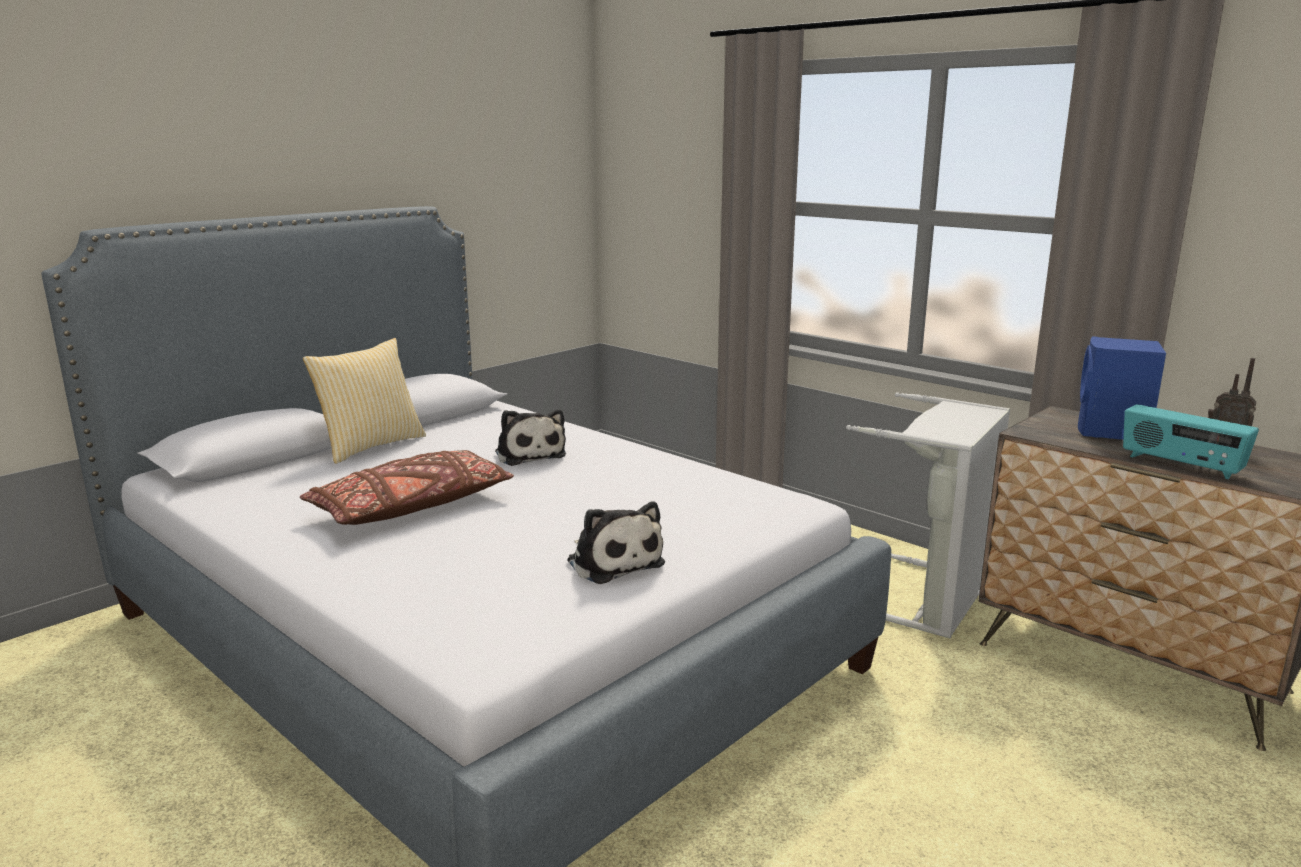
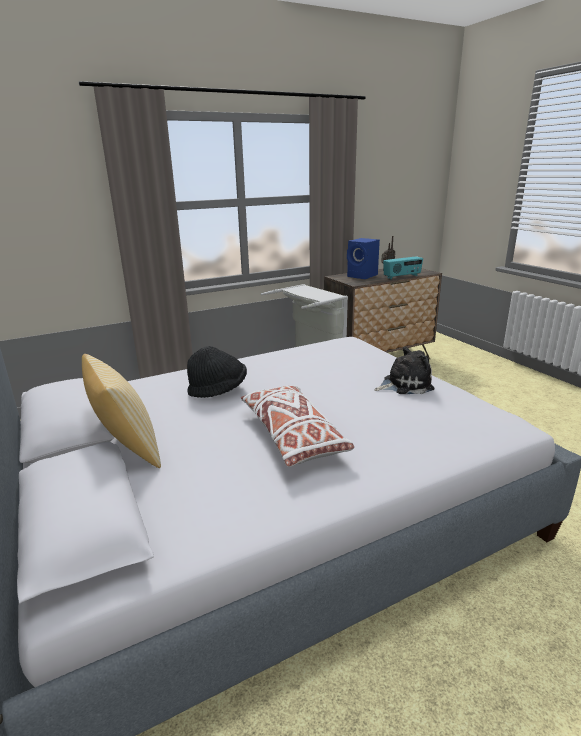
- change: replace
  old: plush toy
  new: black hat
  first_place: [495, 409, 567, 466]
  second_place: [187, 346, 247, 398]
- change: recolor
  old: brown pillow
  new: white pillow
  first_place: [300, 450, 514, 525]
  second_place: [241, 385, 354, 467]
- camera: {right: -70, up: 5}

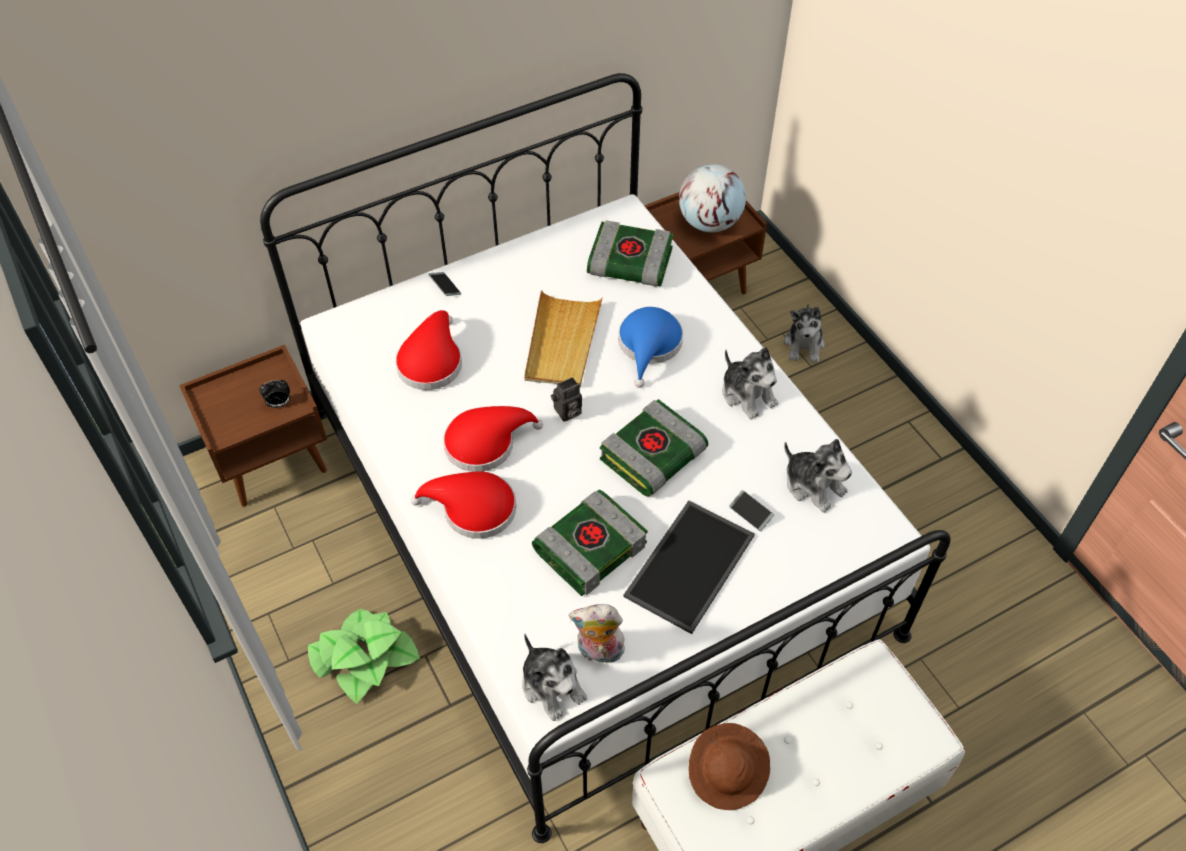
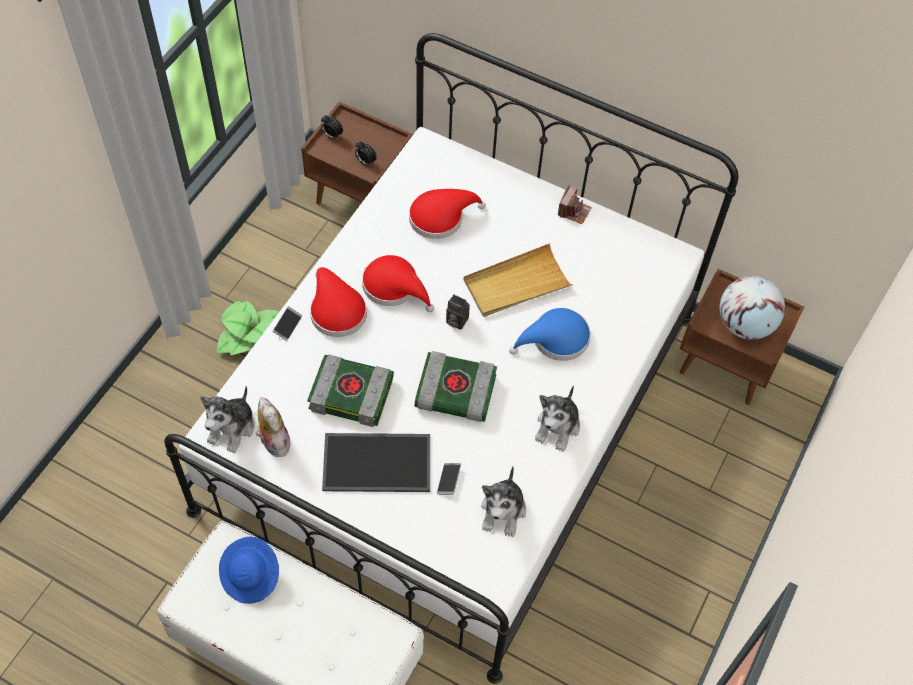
- change: recolor
  old: brown hat
  new: blue hat
  first_place: [689, 723, 770, 810]
  second_place: [219, 537, 279, 604]
- change: move
  old: phone
  first_place: [428, 272, 461, 296]
  second_place: [273, 306, 302, 341]
- change: insert
  new: alarm clock
  second_place: [321, 115, 343, 140]
- change: insert
  new: photo camera
  second_place: [558, 185, 592, 224]
- change: delete
  old: book
  first_place: [587, 220, 674, 287]
- change: delete
  old: plush toy
  first_place: [784, 304, 825, 363]
- camera: {right: 55, up: 5}

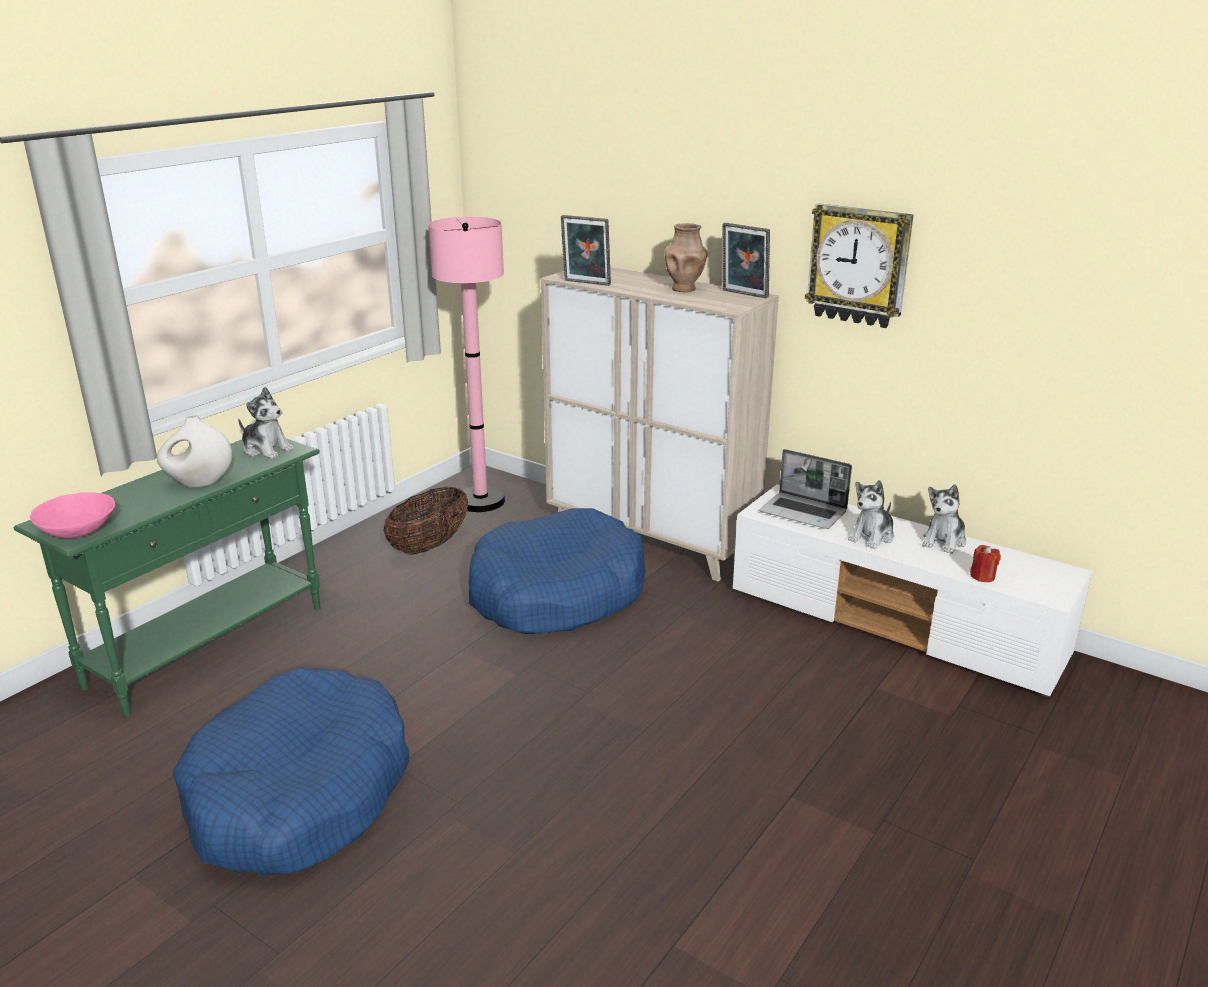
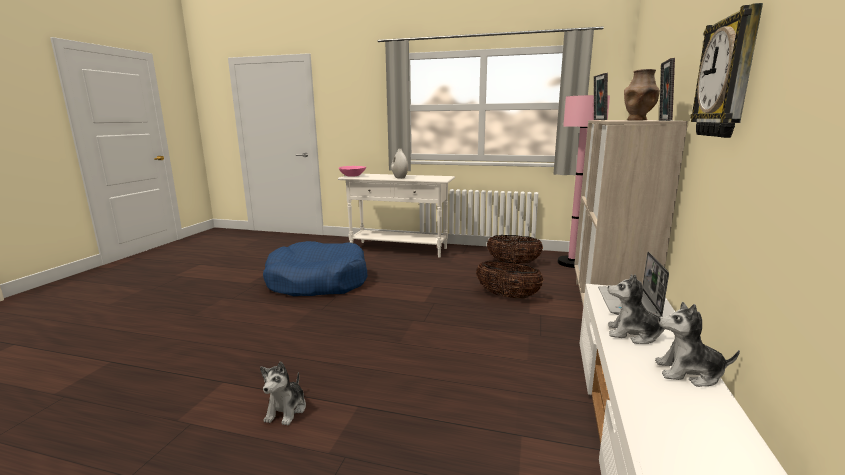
- change: move
  old: plush toy
  first_place: [238, 387, 294, 459]
  second_place: [260, 362, 306, 426]
- change: recolor
  old: green console table
  new: white console table
  first_place: [14, 438, 321, 717]
  second_place: [338, 174, 455, 258]
- change: replace
  old: blue dog bed
  new: basket
  first_place: [469, 508, 646, 634]
  second_place: [476, 261, 544, 298]
- change: delete
  old: red candle
  first_place: [970, 545, 1001, 582]
- camera: {right: 70, up: -10}

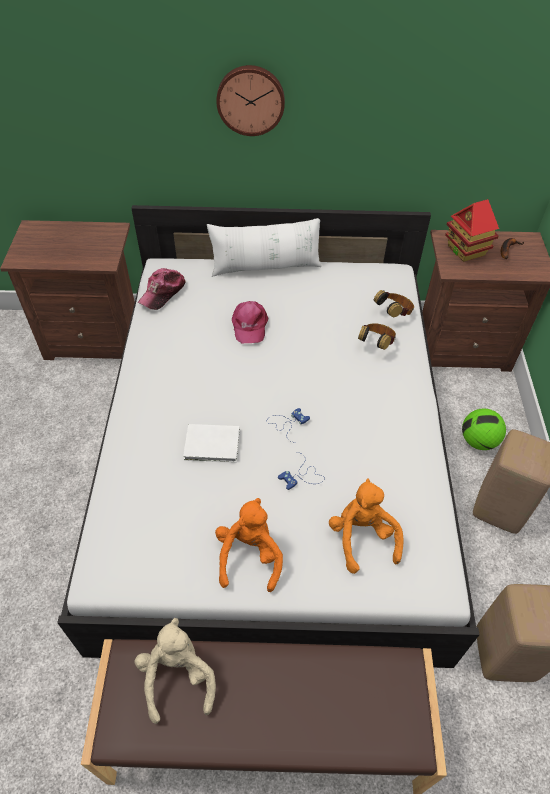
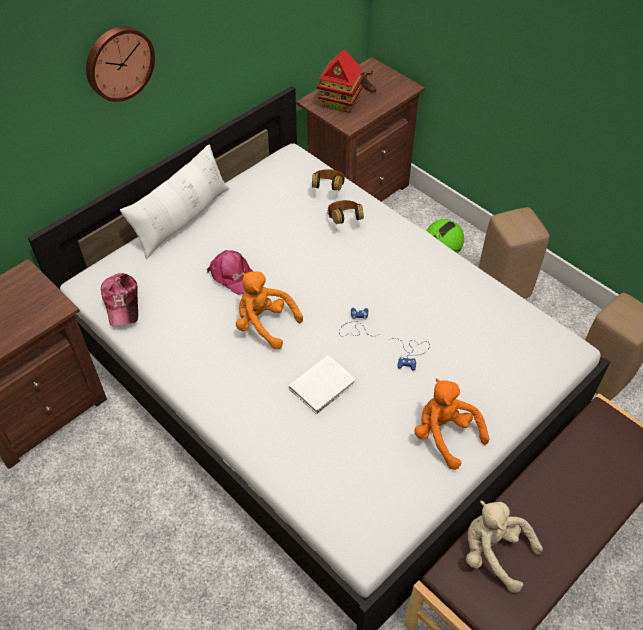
- change: move
  old: orange plush toy
  first_place: [329, 478, 404, 574]
  second_place: [236, 271, 303, 350]
- camera: {right: -45, up: 0}

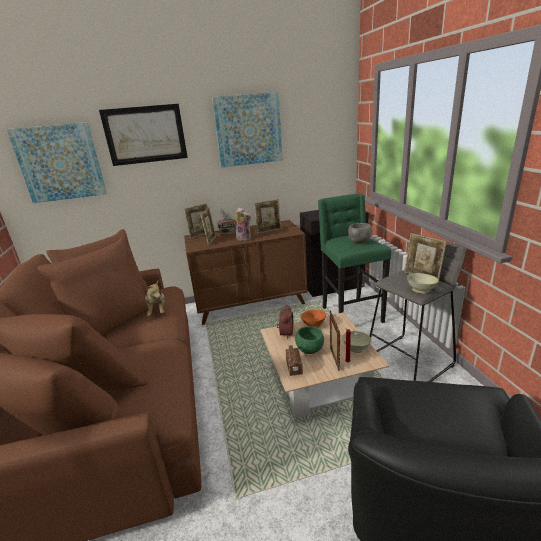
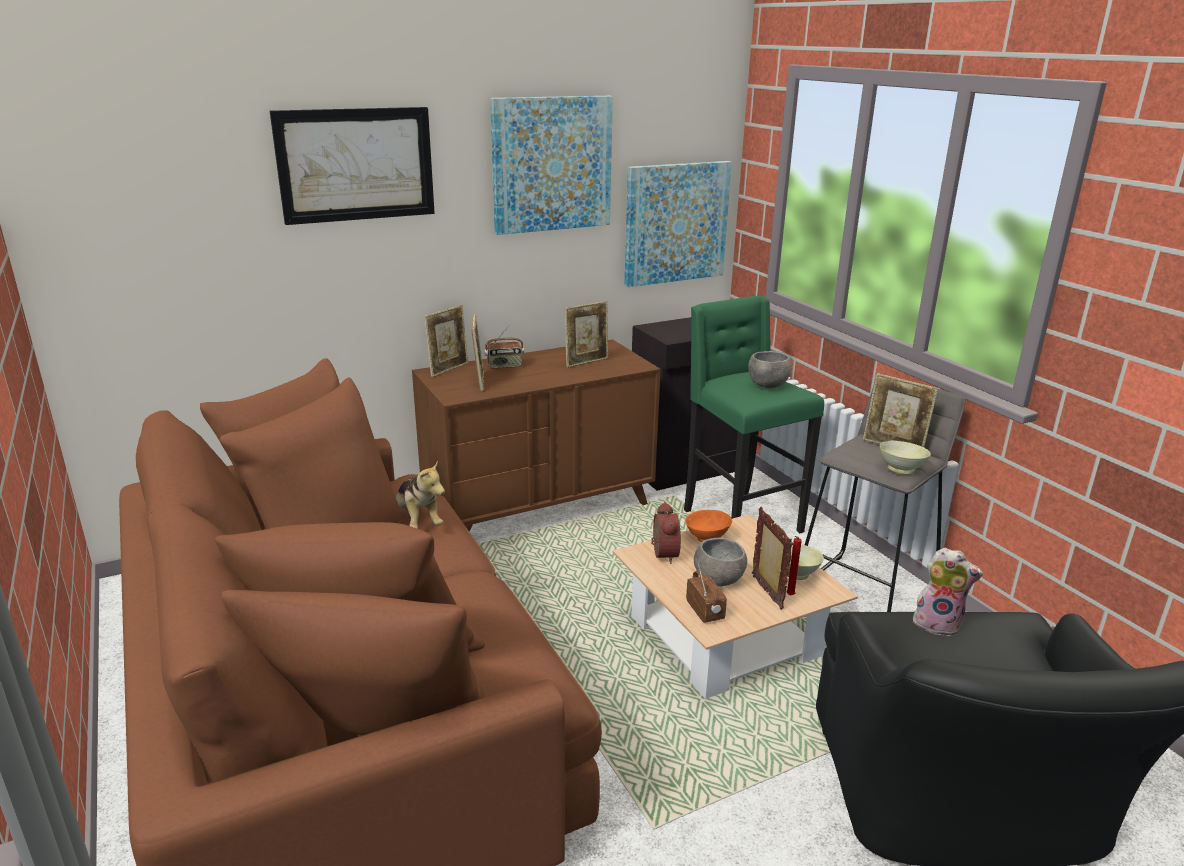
- change: move
  old: picture
  first_place: [6, 122, 107, 203]
  second_place: [624, 161, 732, 287]
- change: recolor
  old: green bowl
  new: grey bowl
  first_place: [295, 326, 324, 354]
  second_place: [694, 538, 747, 586]
- change: move
  old: plush toy
  first_place: [236, 207, 251, 241]
  second_place: [913, 547, 983, 636]
- camera: {right: -15, up: 0}

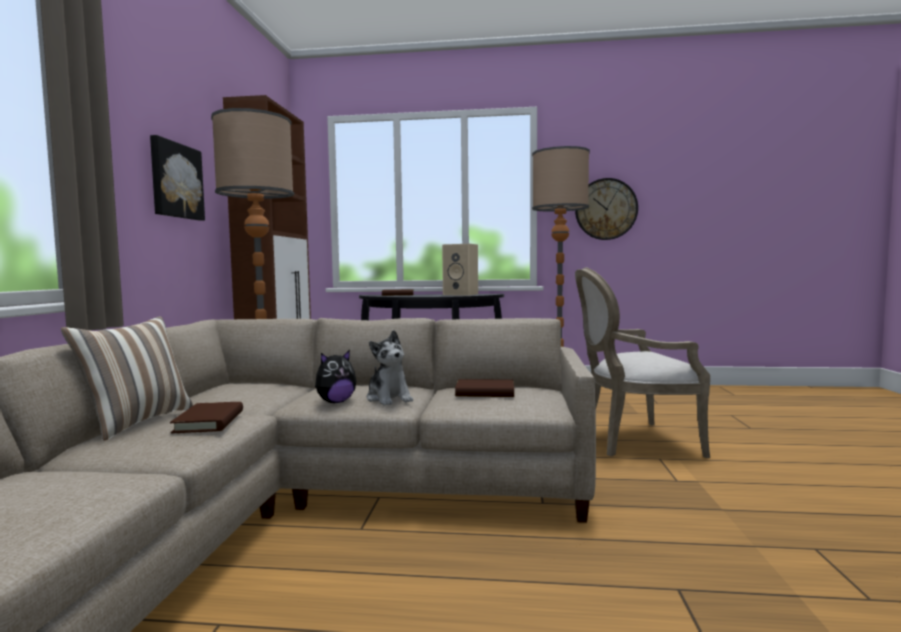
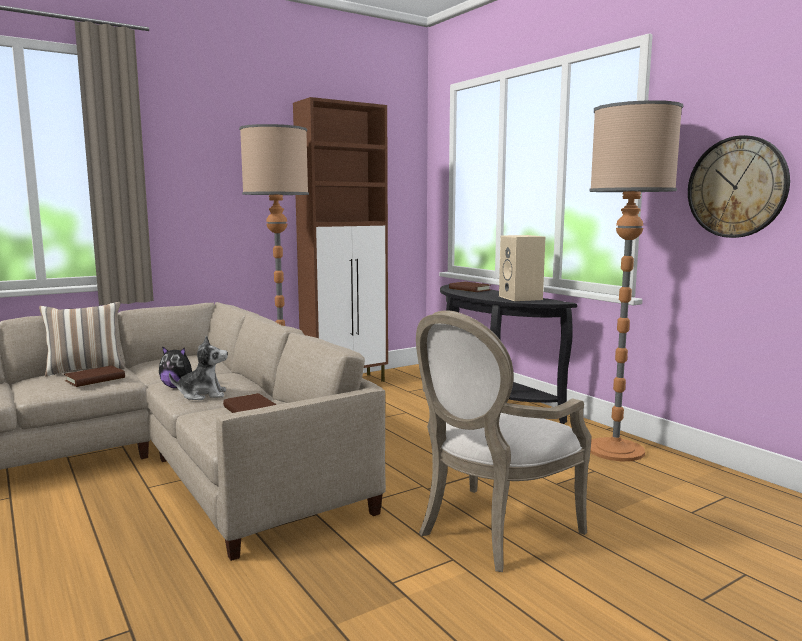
- change: rotate
  old: plush toy
  first_place: [367, 330, 413, 406]
  second_place: [169, 335, 228, 400]
  degrees: -120
- change: rotate
  old: armchair
  first_place: [575, 268, 710, 458]
  second_place: [416, 310, 591, 572]
  degrees: -90
- change: delete
  old: picture
  first_place: [150, 135, 205, 221]
- camera: {right: 50, up: 5}

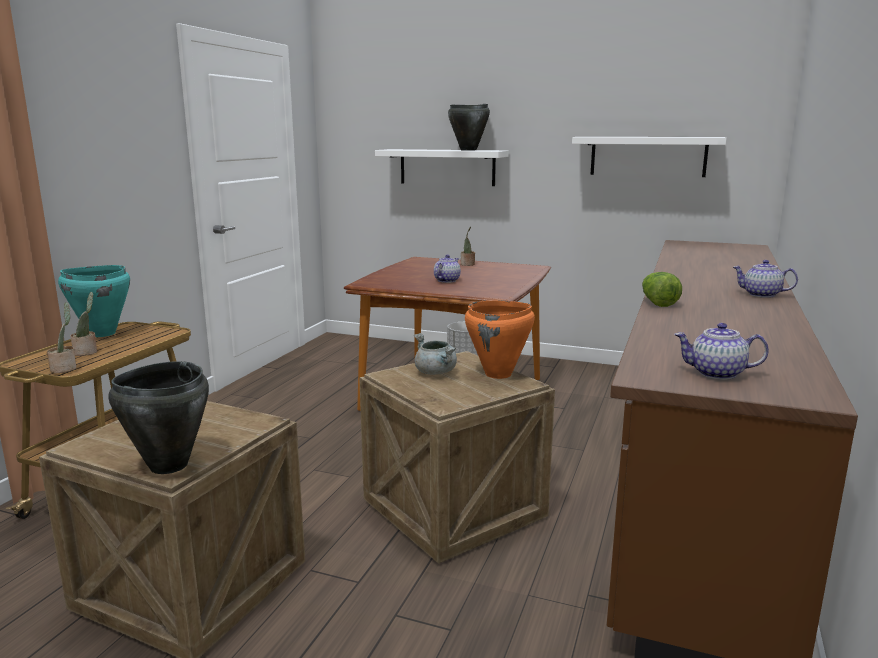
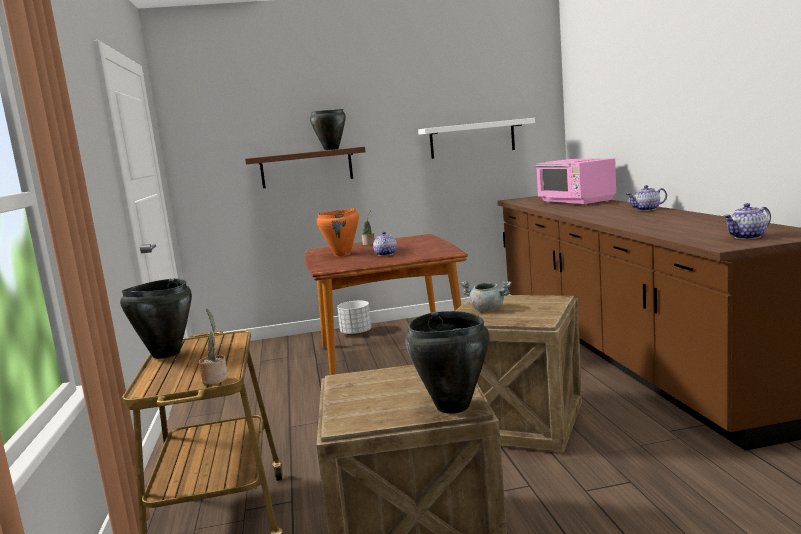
- change: recolor
  old: turquoise cooking pot
  new: black cooking pot
  first_place: [58, 265, 130, 337]
  second_place: [120, 278, 192, 359]
- change: recolor
  old: white shelf
  new: brown shelf
  first_place: [375, 149, 509, 186]
  second_place: [245, 147, 366, 188]
- change: move
  old: orange cooking pot
  first_place: [465, 300, 535, 379]
  second_place: [317, 208, 359, 256]
- change: insert
  new: pink microwave
  second_place: [535, 158, 616, 205]
- change: delete
  old: potted plant
  first_place: [70, 292, 97, 356]
- change: delete
  old: lettuce
  first_place: [642, 272, 682, 307]
- camera: {right: -30, up: -5}

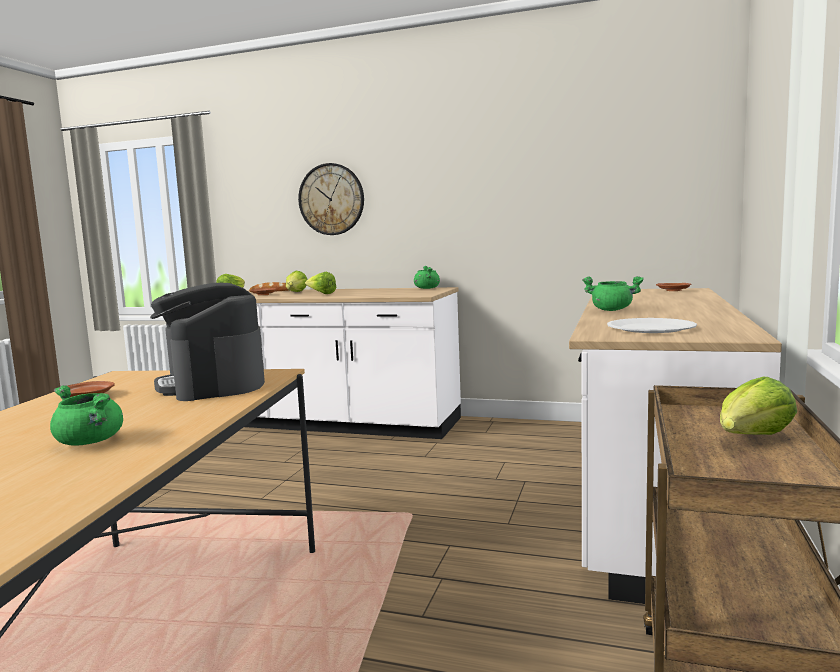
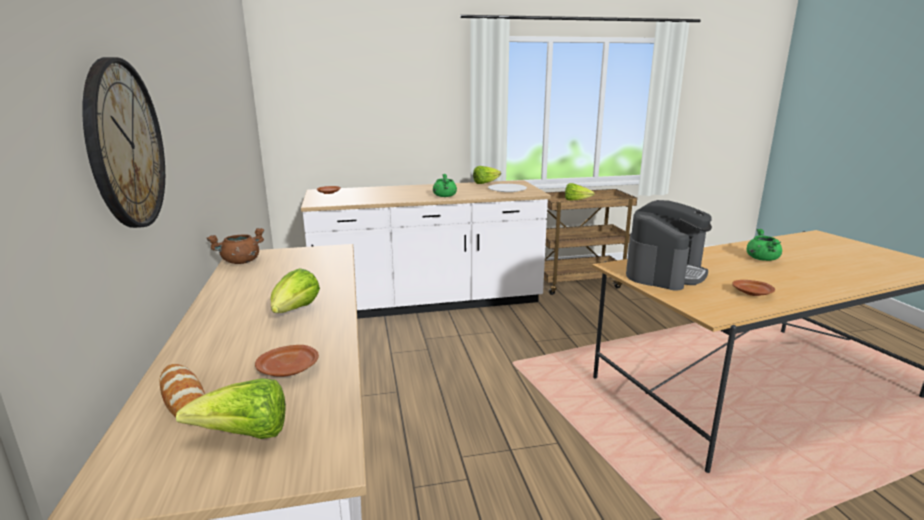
- change: recolor
  old: green cooking pot
  new: brown cooking pot
  first_place: [414, 266, 440, 289]
  second_place: [207, 228, 265, 264]
- change: move
  old: lettuce
  first_place: [286, 271, 307, 292]
  second_place: [473, 166, 501, 184]
- camera: {right: -120, up: 10}

